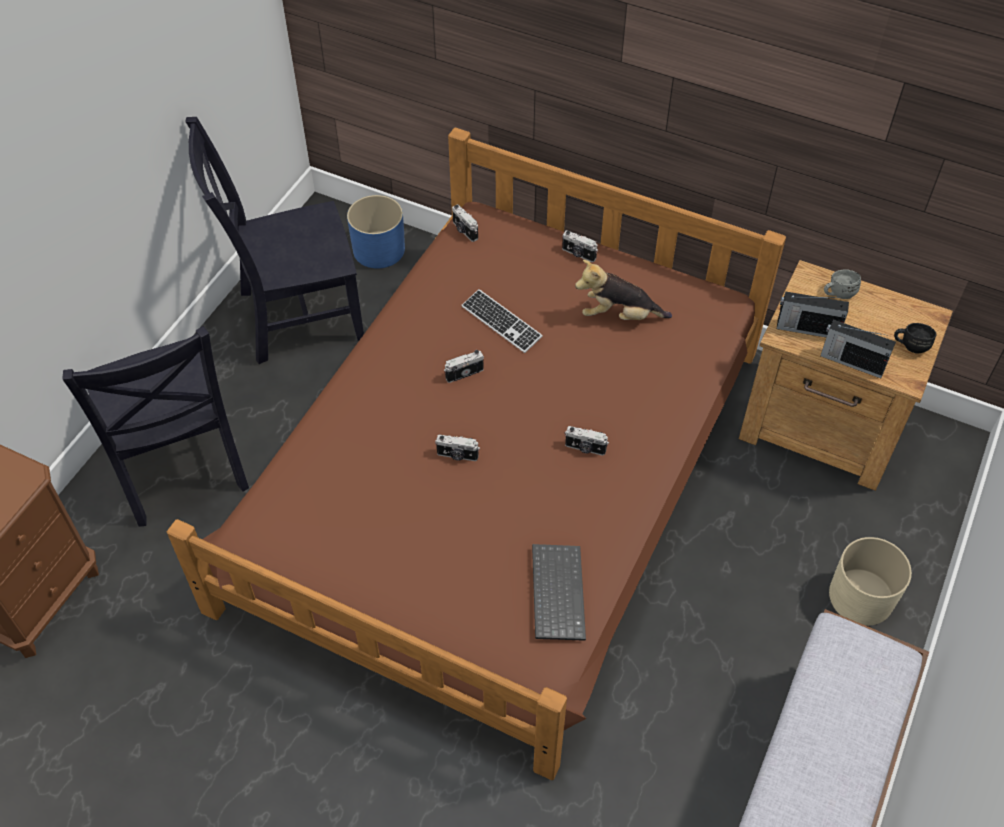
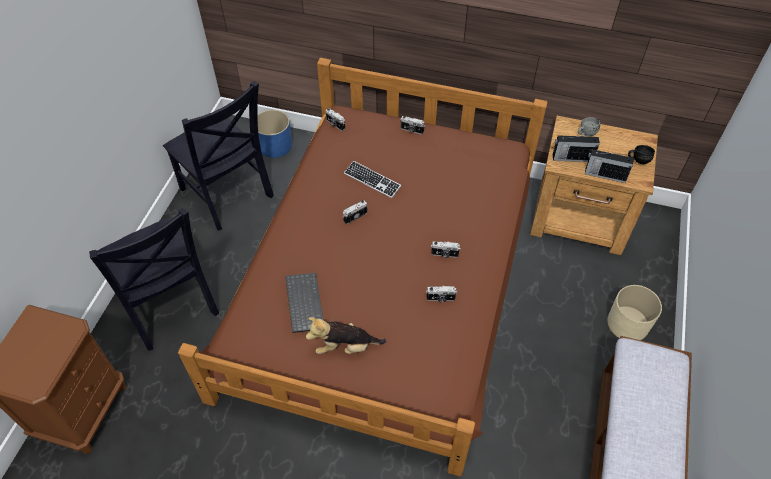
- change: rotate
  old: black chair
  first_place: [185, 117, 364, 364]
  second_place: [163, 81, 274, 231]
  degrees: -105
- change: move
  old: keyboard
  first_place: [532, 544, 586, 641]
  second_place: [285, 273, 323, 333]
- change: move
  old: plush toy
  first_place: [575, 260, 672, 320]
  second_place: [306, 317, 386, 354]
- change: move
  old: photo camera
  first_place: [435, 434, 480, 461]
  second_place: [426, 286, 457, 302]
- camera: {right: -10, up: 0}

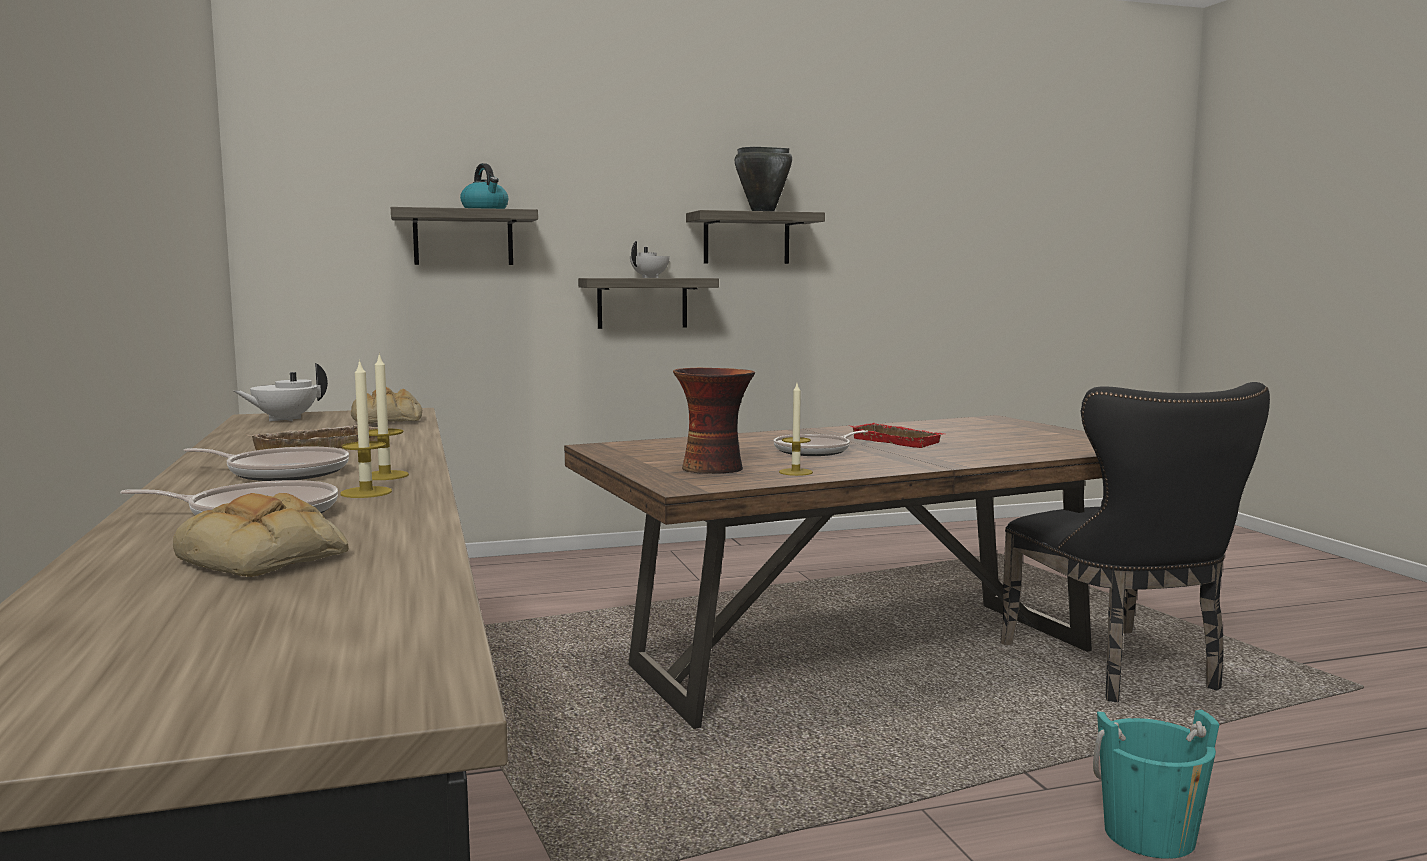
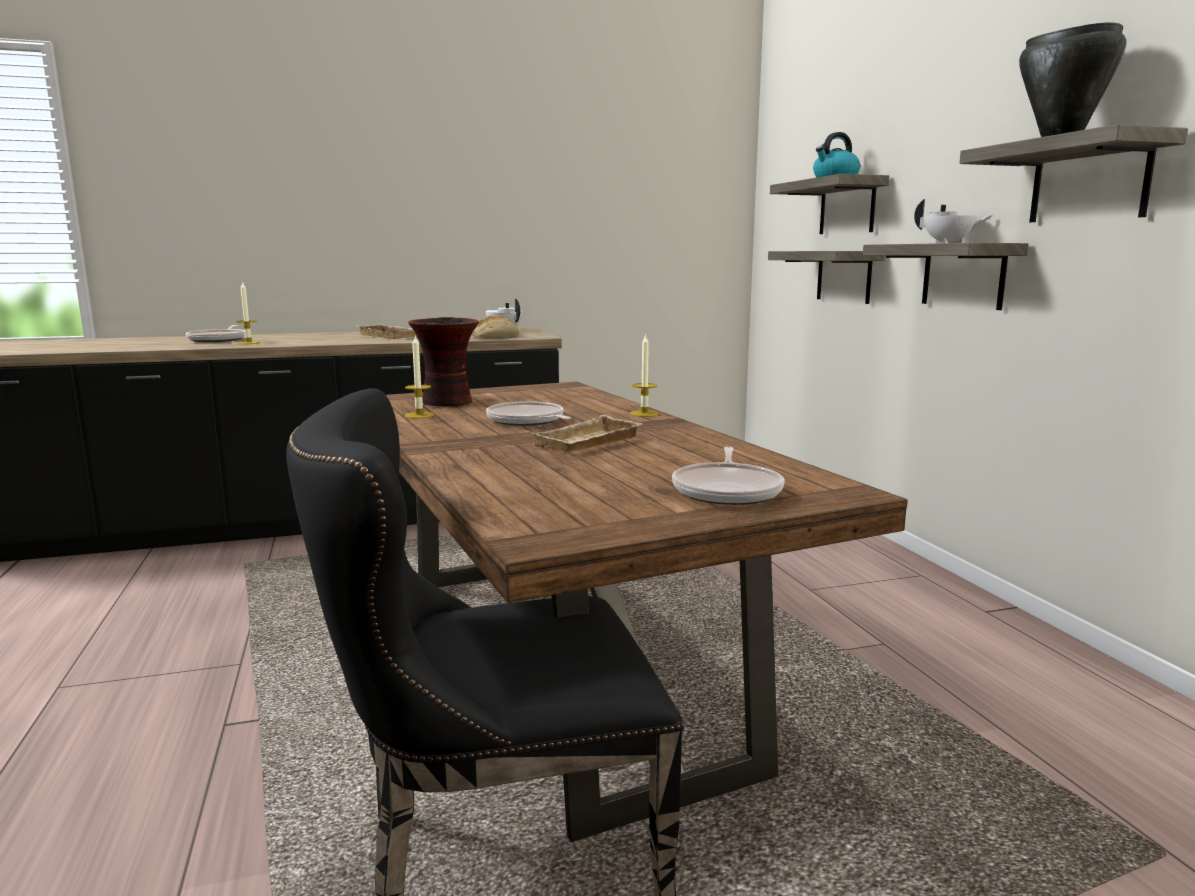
- change: recolor
  old: red tray
  new: beige tray
  first_place: [851, 423, 943, 448]
  second_place: [532, 415, 643, 452]
- change: move
  old: candle
  first_place: [369, 353, 409, 480]
  second_place: [630, 334, 659, 417]
- change: move
  old: frying pan
  first_place: [184, 447, 349, 481]
  second_place: [672, 447, 784, 505]
- change: insert
  new: shelf
  second_place: [768, 251, 885, 304]
- change: delete
  old: bread
  first_place: [173, 493, 349, 577]
- change: delete
  old: turquoise bucket
  first_place: [1093, 710, 1220, 859]
- camera: {right: 90, up: 5}

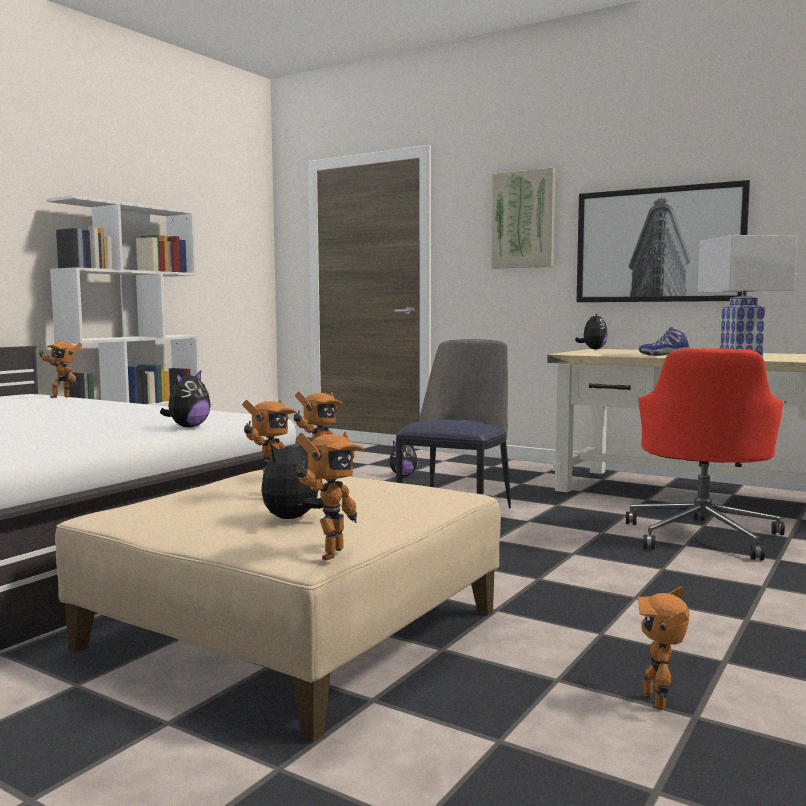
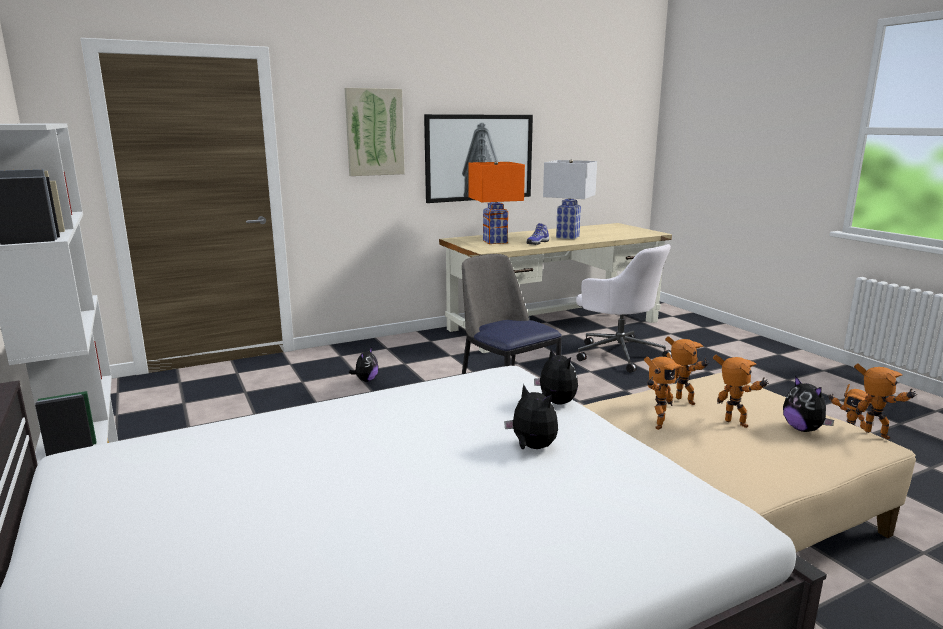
- change: insert
  new: orange table lamp
  second_place: [469, 161, 525, 244]
- change: move
  old: plush toy
  first_place: [575, 313, 608, 349]
  second_place: [504, 384, 558, 449]
- change: recolor
  old: red office chair
  new: white office chair
  first_place: [626, 348, 785, 561]
  second_place: [576, 244, 672, 373]
- change: move
  old: toy robot
  first_place: [38, 340, 82, 398]
  second_place: [644, 353, 684, 430]
- camera: {right: -60, up: 10}

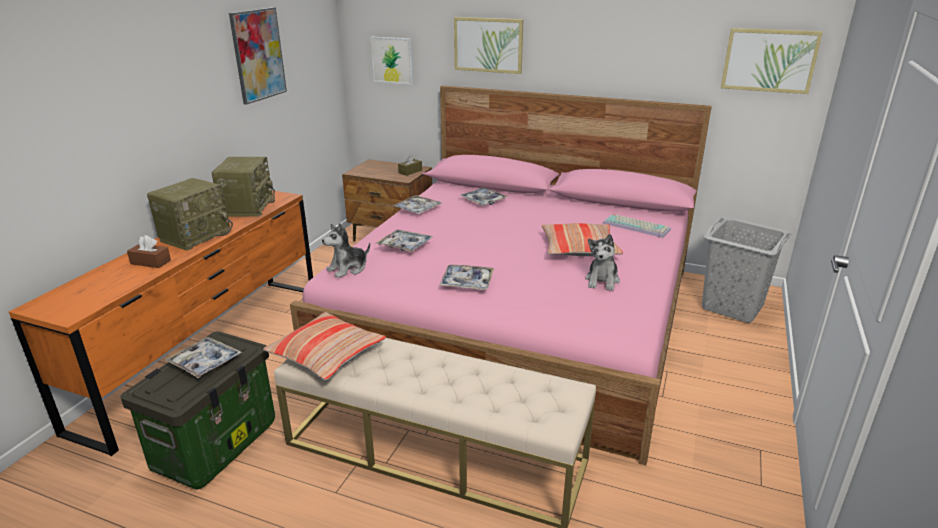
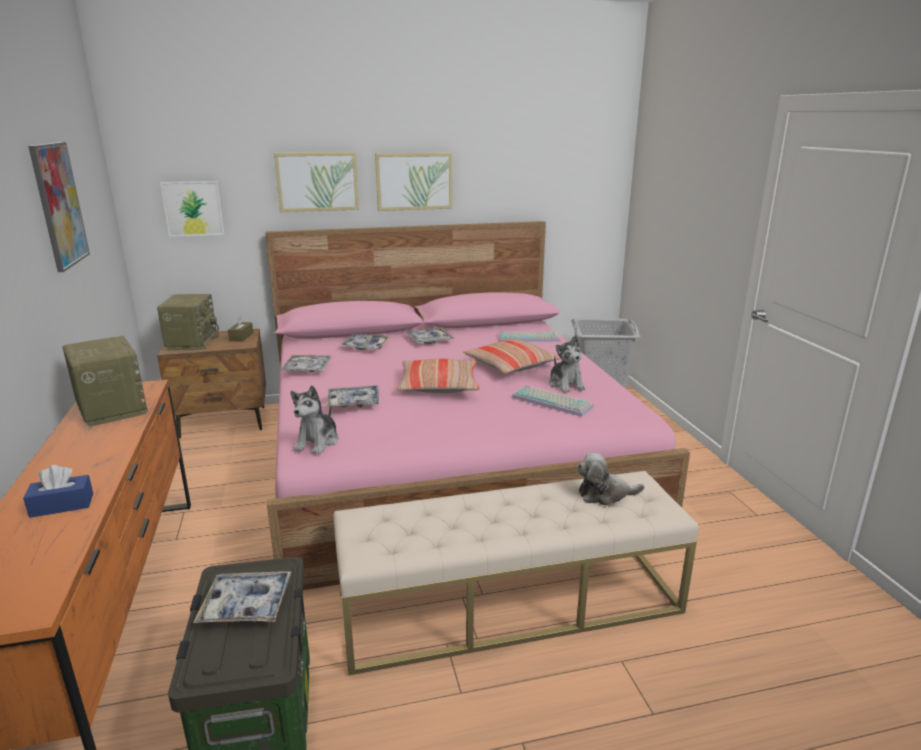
- change: recolor
  old: brown tissue box
  new: blue tissue box
  first_place: [127, 235, 171, 268]
  second_place: [23, 465, 93, 518]
- change: move
  old: radio
  first_place: [147, 178, 233, 251]
  second_place: [157, 294, 219, 351]
- change: move
  old: picture
  first_place: [721, 28, 823, 94]
  second_place: [375, 153, 452, 211]
- change: move
  old: pillow
  first_place: [263, 312, 386, 380]
  second_place: [397, 359, 480, 393]
- change: move
  old: tray
  first_place: [440, 265, 494, 290]
  second_place: [407, 328, 454, 344]
- change: insert
  new: keyboard
  second_place: [512, 386, 594, 417]
- change: insert
  new: plush toy
  second_place: [577, 452, 645, 506]
- camera: {right: -35, up: -5}

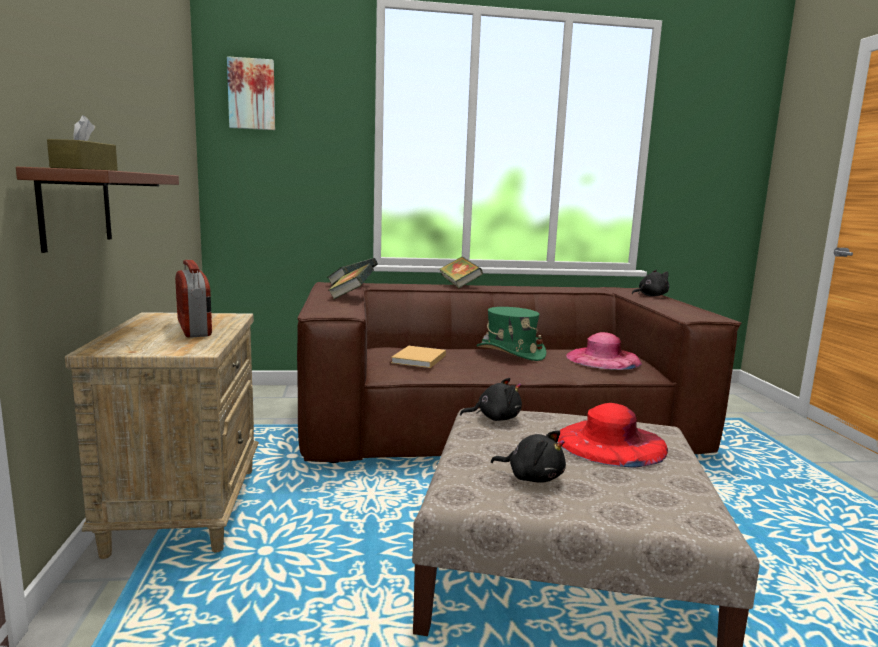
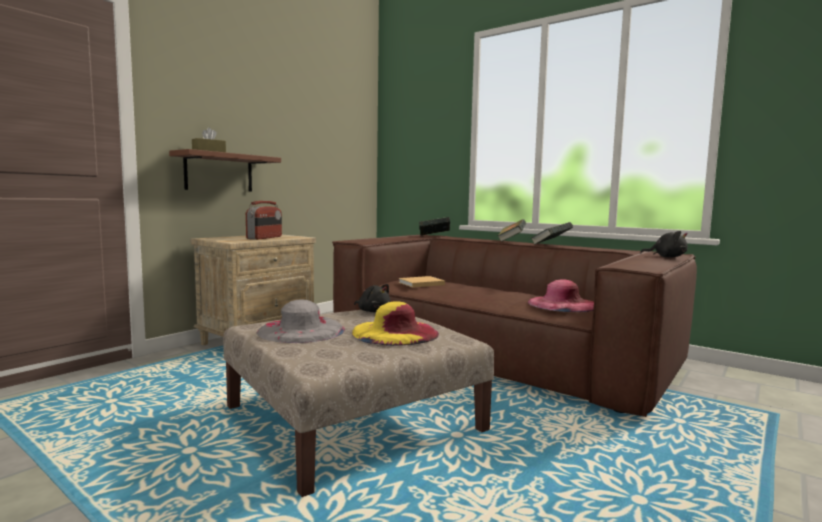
- change: replace
  old: black plush toy
  new: grey hat
  first_place: [491, 430, 566, 483]
  second_place: [256, 300, 345, 343]
- change: recolor
  old: red hat
  new: yellow hat
  first_place: [558, 403, 668, 467]
  second_place: [352, 301, 439, 346]
- change: move
  old: book
  first_place: [328, 264, 374, 300]
  second_place: [532, 222, 573, 245]
- change: delete
  old: picture
  first_place: [227, 56, 275, 130]
- change: delete
  old: green hat
  first_place: [476, 307, 546, 361]
- camera: {right: 45, up: -5}

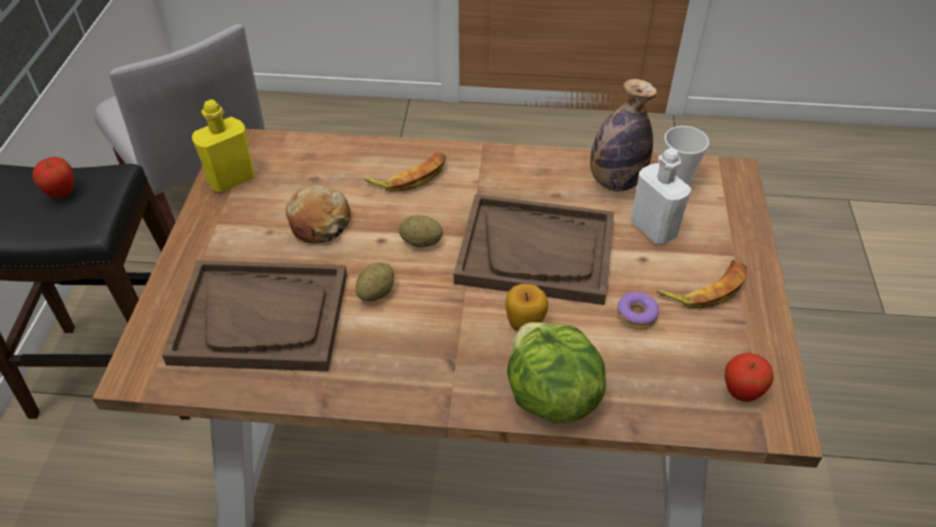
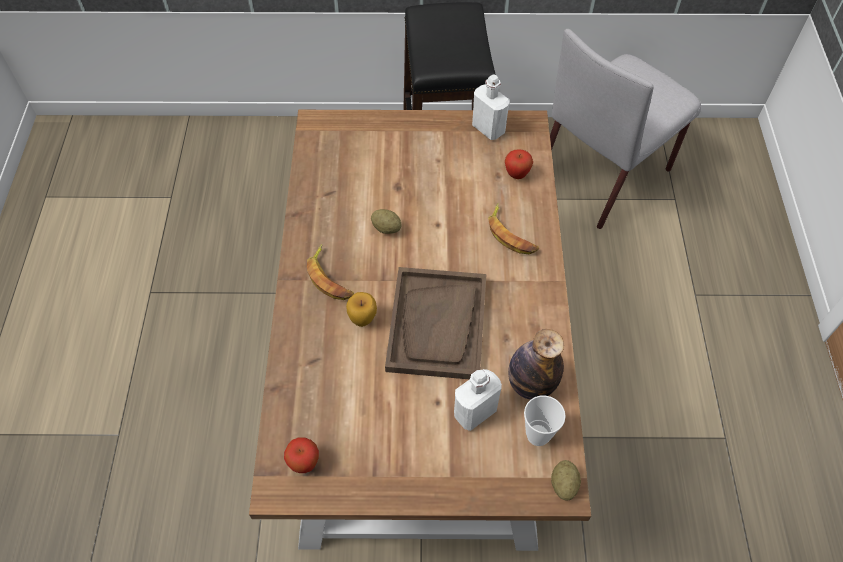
- change: move
  old: banana
  first_place: [657, 260, 748, 308]
  second_place: [307, 244, 354, 300]
- change: recolor
  old: yellow bottle
  new: white bottle
  first_place: [192, 99, 255, 192]
  second_place: [472, 74, 510, 140]
- change: move
  old: apple
  first_place: [32, 157, 74, 198]
  second_place: [505, 149, 533, 179]
- change: move
  old: potato
  first_place: [399, 215, 443, 248]
  second_place: [551, 460, 581, 501]
- change: delete
  old: brown tray
  first_place: [162, 260, 347, 372]
- change: delete
  old: bread
  first_place: [286, 186, 351, 244]
- change: delete
  old: lettuce
  first_place: [507, 322, 606, 424]
- change: delete
  old: donut
  first_place: [617, 292, 659, 329]
- camera: {right: 85, up: 10}

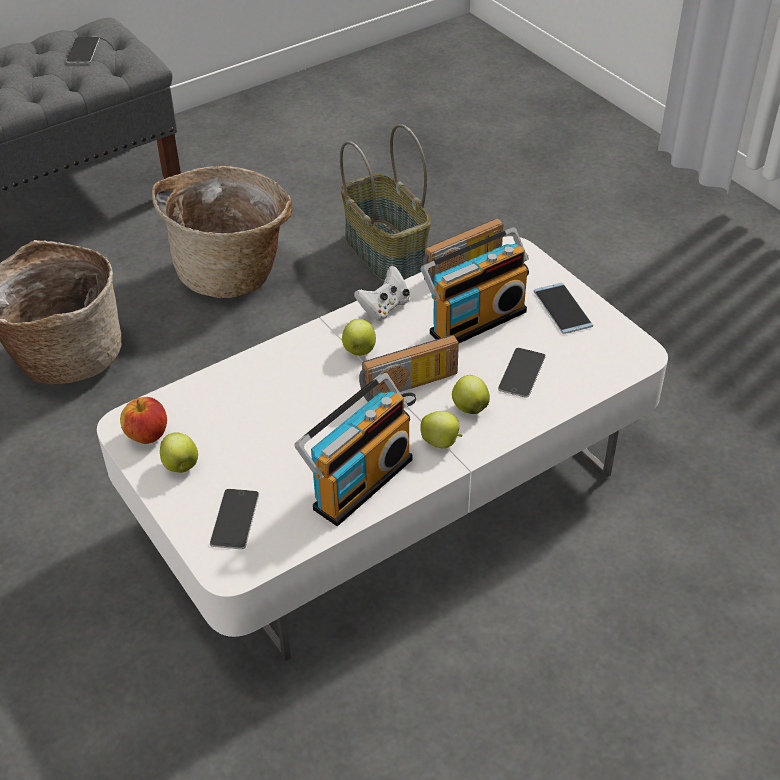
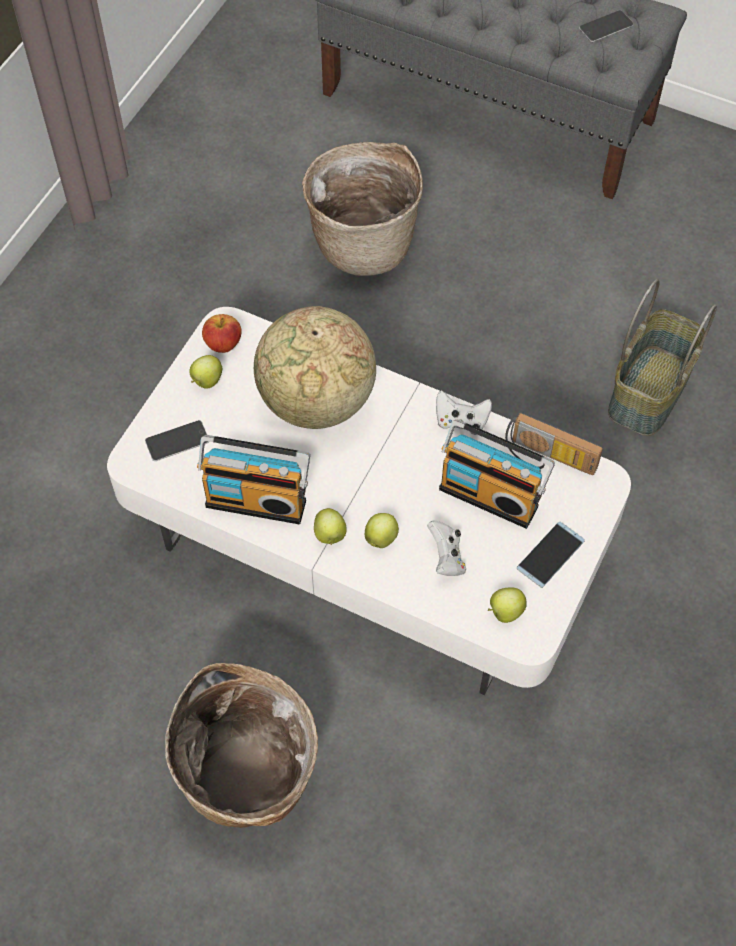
- change: move
  old: basket
  first_place: [152, 166, 293, 298]
  second_place: [165, 663, 318, 828]
- change: insert
  new: globe
  second_place: [254, 306, 376, 429]
- change: replace
  old: phone
  new: white game controller
  first_place: [498, 348, 546, 398]
  second_place: [427, 520, 466, 576]
- change: move
  old: apple
  first_place: [342, 319, 376, 356]
  second_place: [488, 587, 527, 623]
- change: delete
  old: radio
  first_place: [359, 335, 459, 407]
- camera: {right: 60, up: 15}

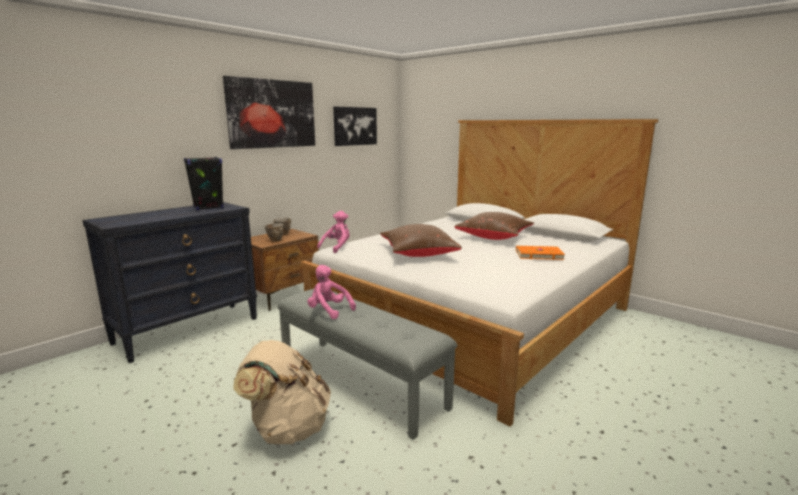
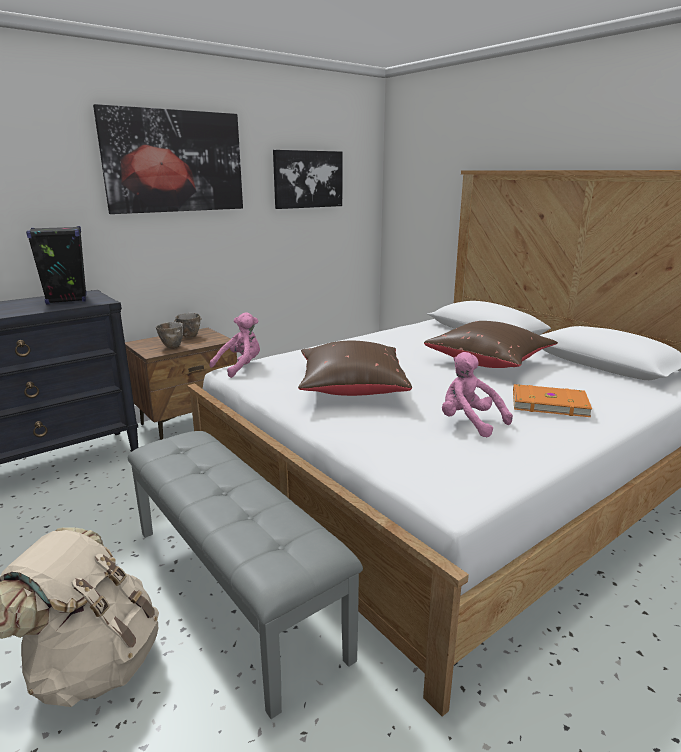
- change: move
  old: pink plush toy
  first_place: [307, 265, 356, 319]
  second_place: [442, 352, 513, 437]
- camera: {right: 10, up: 5}

